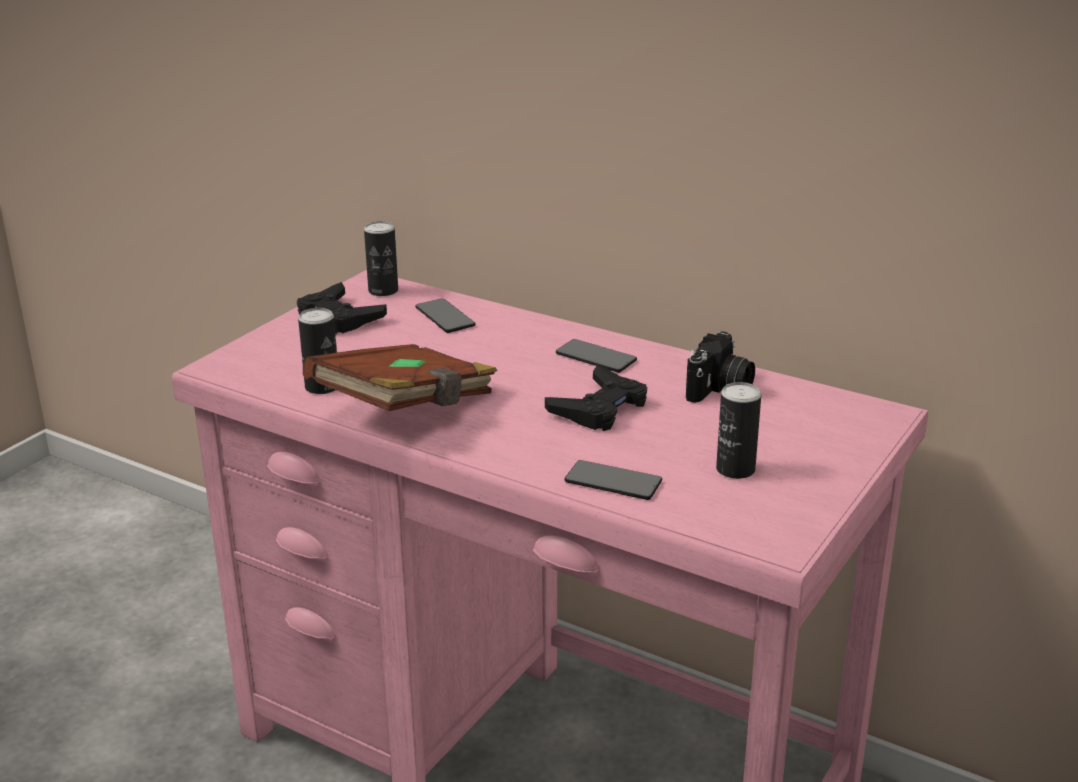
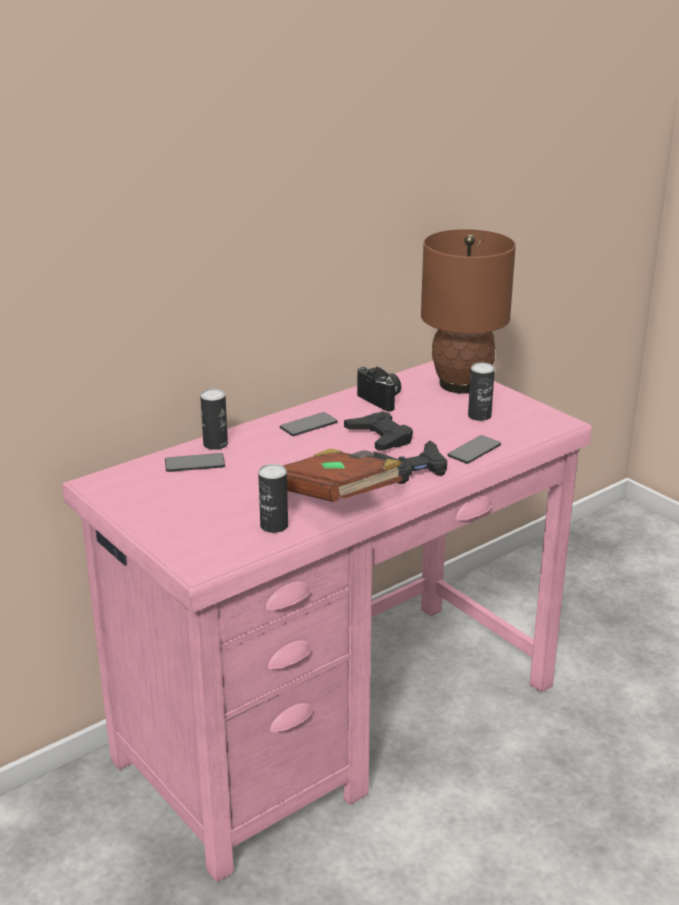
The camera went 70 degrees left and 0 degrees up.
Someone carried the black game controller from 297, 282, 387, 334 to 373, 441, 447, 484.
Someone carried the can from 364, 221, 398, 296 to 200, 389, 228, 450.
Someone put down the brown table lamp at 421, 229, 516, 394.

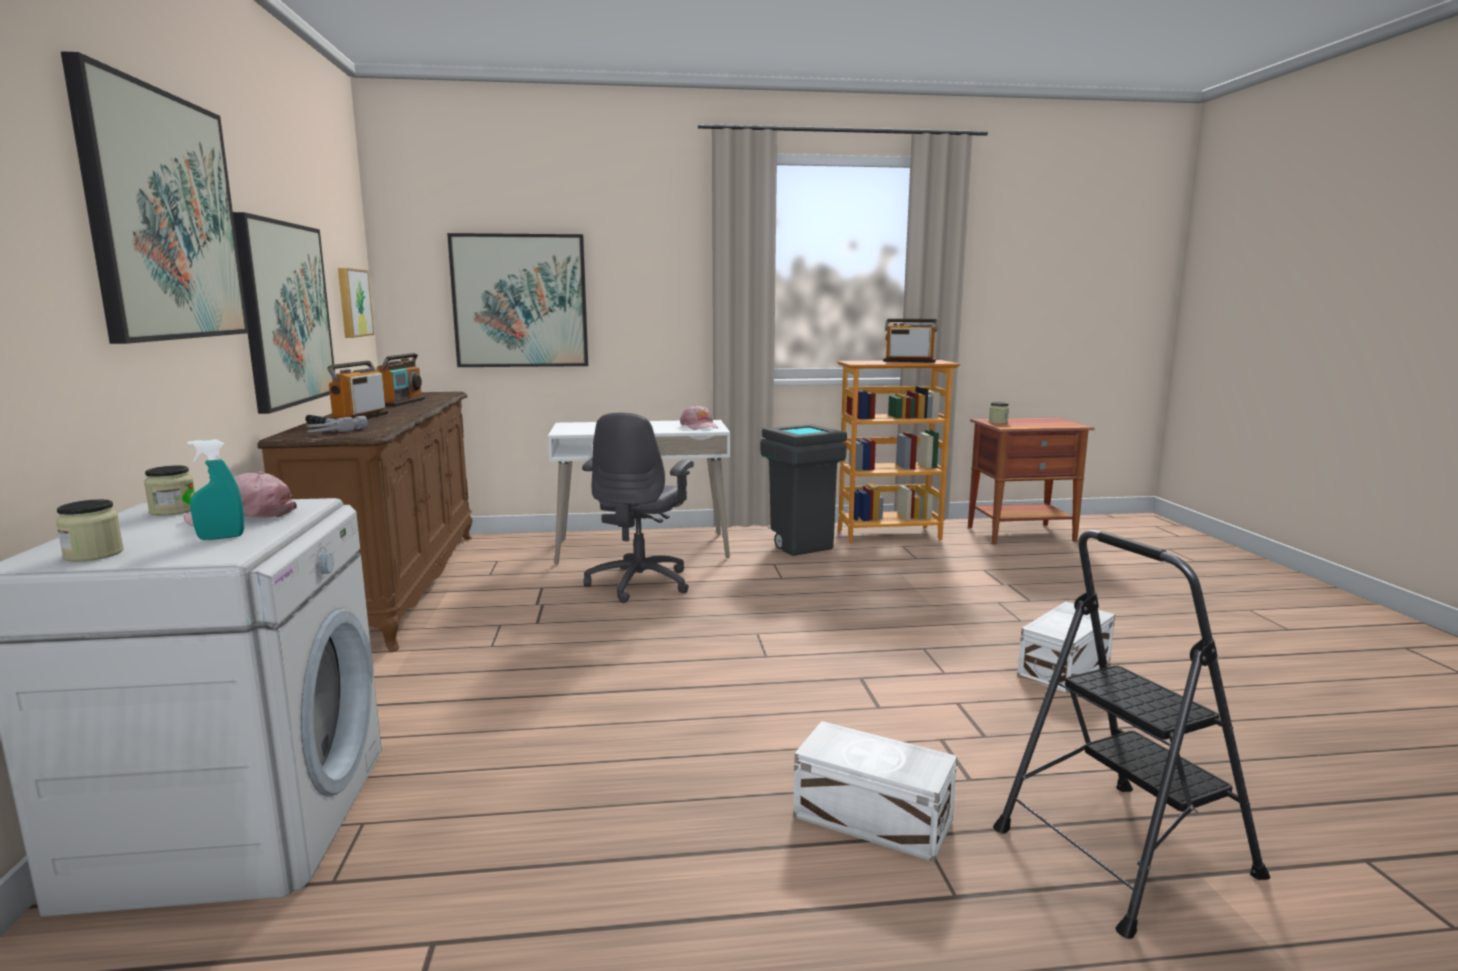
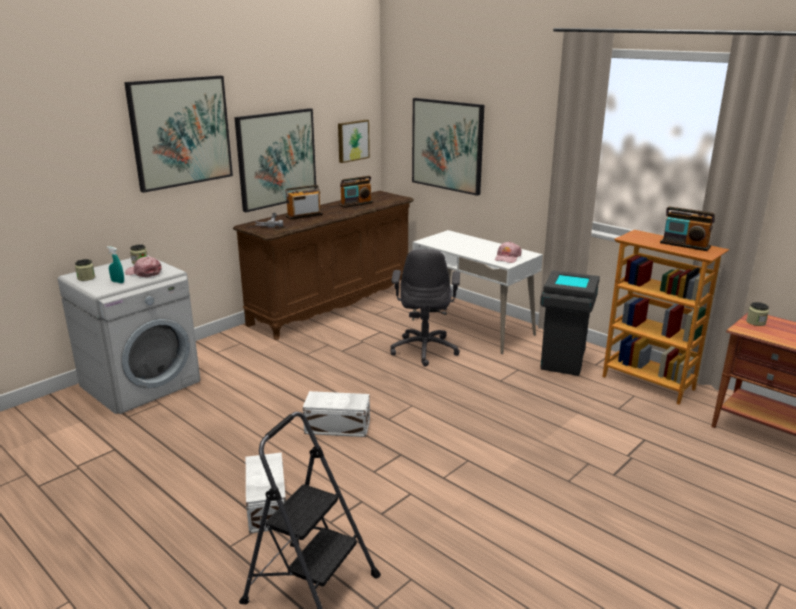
The camera went 50 degrees right and 10 degrees up.
Someone rotated the grey office chair at 582, 413, 694, 603 by 60 degrees counterclockwise.
Someone rotated the radio at 883, 319, 938, 363 by 150 degrees clockwise.
Someone carried the white storage box from 1017, 602, 1115, 694 to 303, 391, 370, 437.

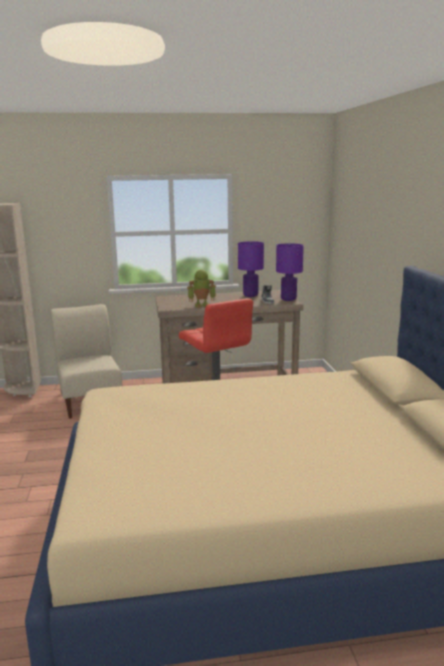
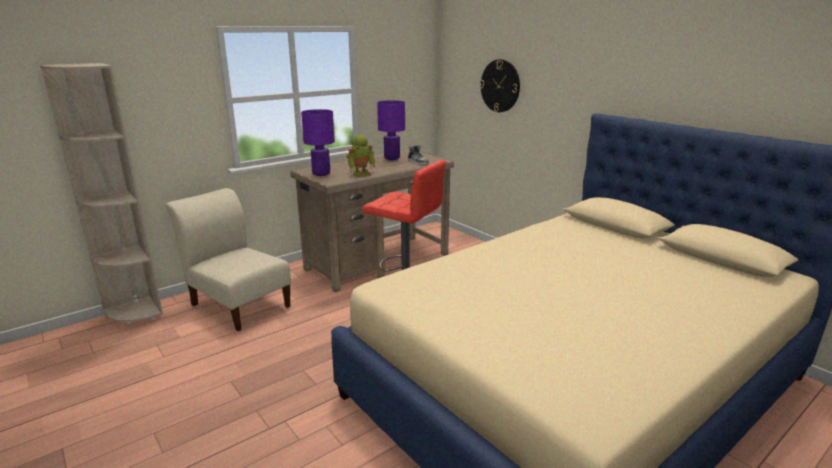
The camera went 30 degrees left and 5 degrees up.
Someone carried the purple table lamp from 276, 243, 304, 301 to 301, 109, 335, 176.
Someone put up the wall clock at 480, 59, 520, 112.

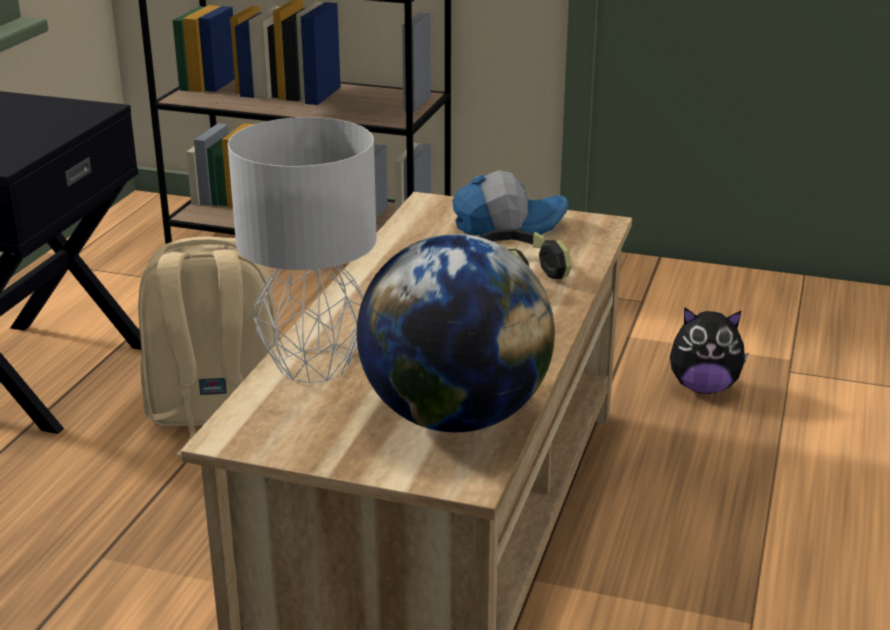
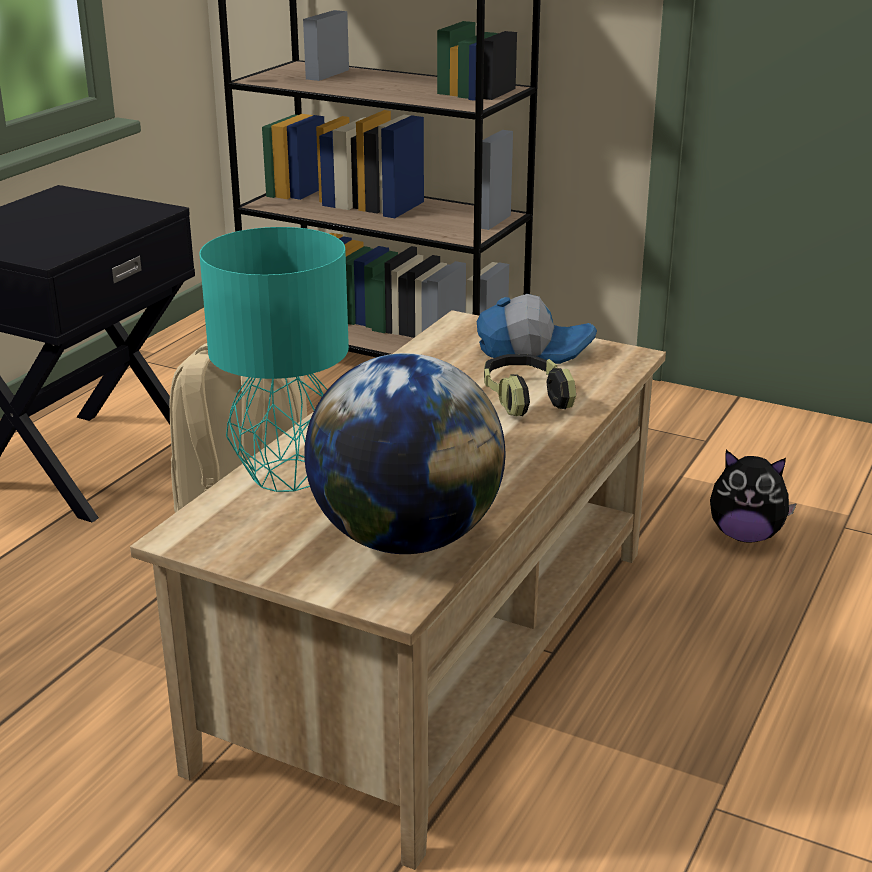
The camera went 10 degrees right and 0 degrees up.
Someone repainted the grey table lamp at 228, 117, 376, 383, which became the turquoise table lamp at 199, 227, 349, 492.

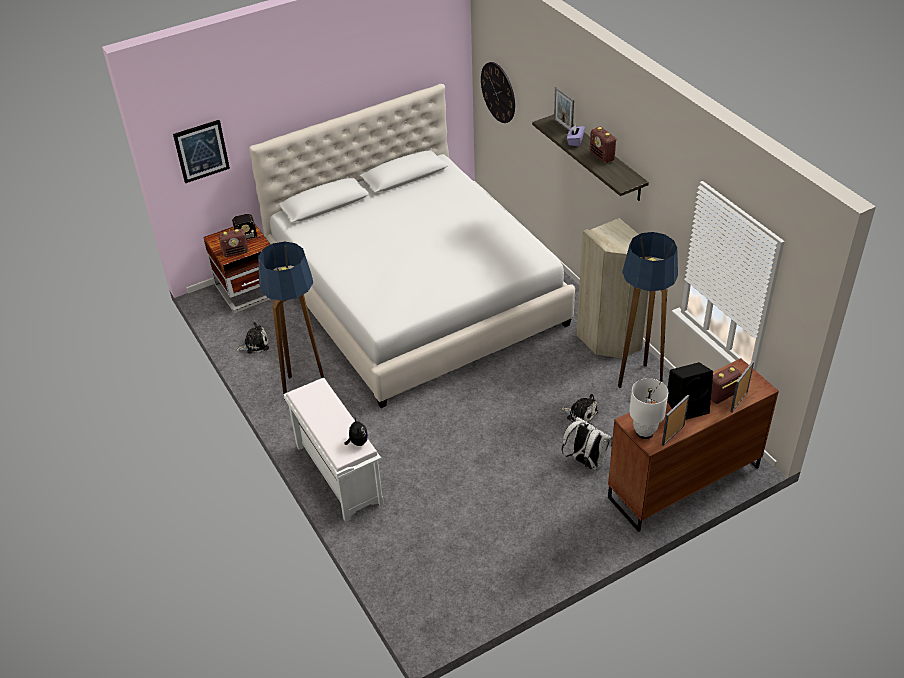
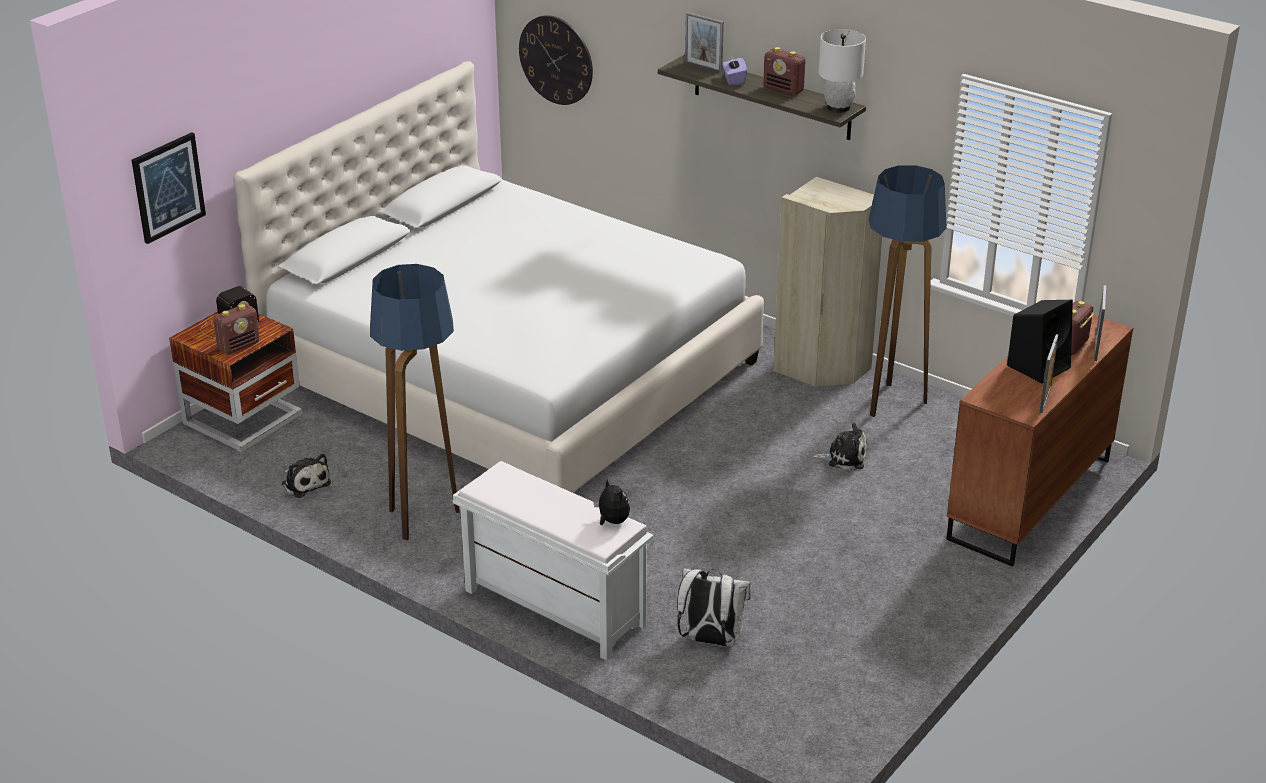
The camera went 25 degrees left and 10 degrees down.
Someone rotated the plush toy at 236, 322, 269, 354 by 90 degrees clockwise.
Someone carried the white backpack from 562, 417, 612, 470 to 677, 568, 751, 647.
Someone carried the white table lamp from 629, 378, 668, 439 to 819, 29, 866, 112.

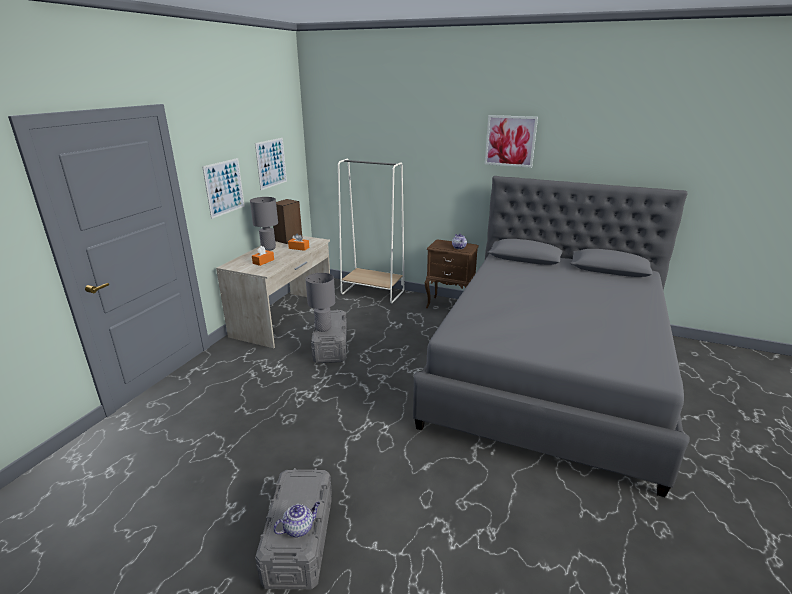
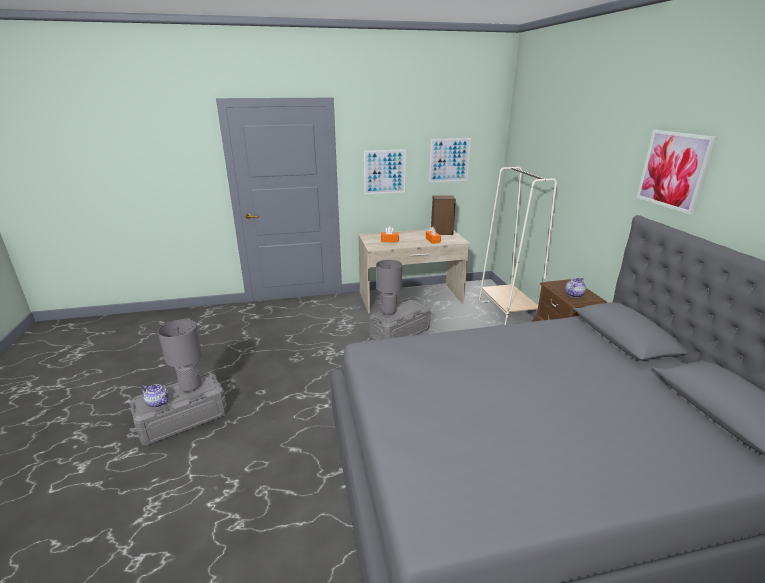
The camera went 55 degrees right and 0 degrees up.
Someone carried the grey table lamp from 250, 197, 278, 251 to 158, 319, 202, 392.

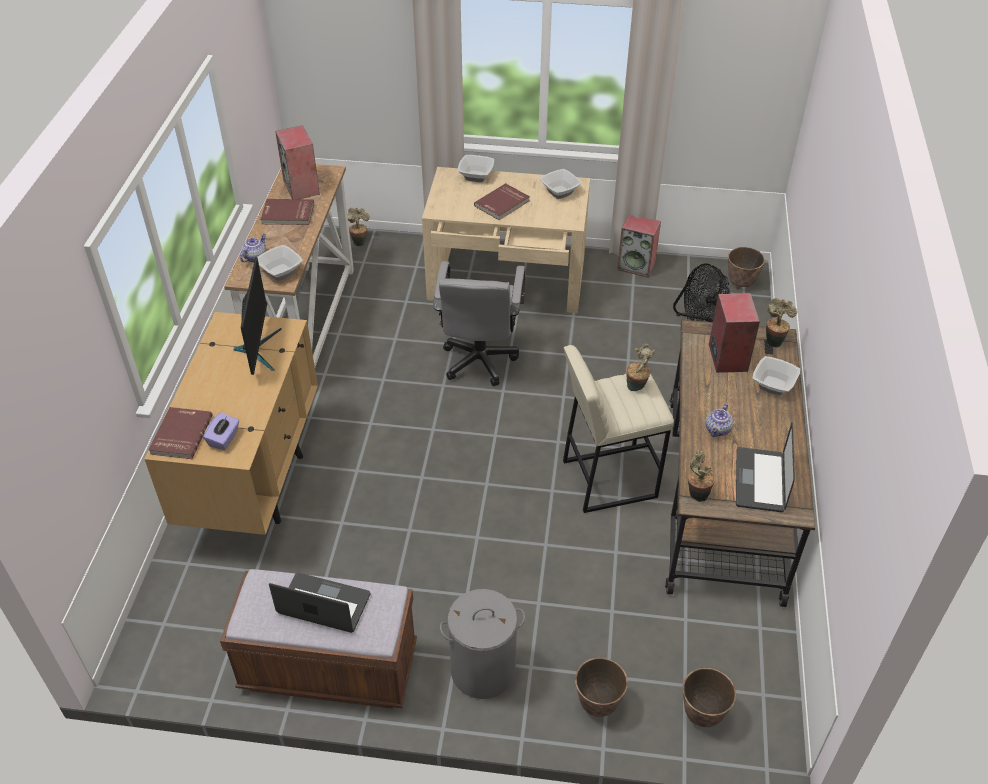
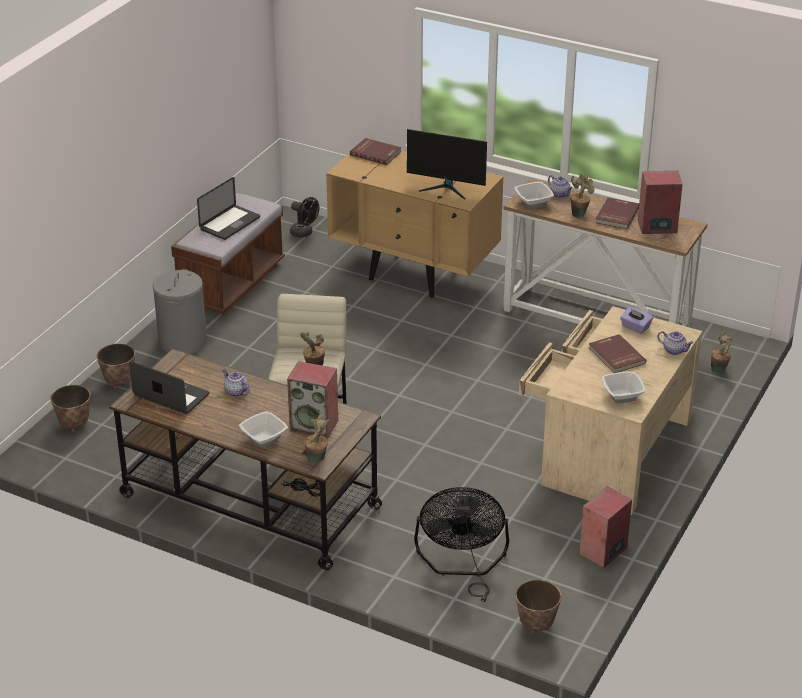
The camera went 110 degrees right and 10 degrees down.
Someone carried the purple tissue box from 203, 412, 239, 450 to 620, 307, 653, 334.
Someone took away the grey office chair at 434, 261, 525, 386.
Someone swapped the bowl at 458, 155, 494, 182 for the teapot at 657, 331, 694, 355.
Someone carried the potted plant from 688, 450, 715, 502 to 571, 174, 595, 218.
Someone put down the black fan at 290, 197, 319, 238.

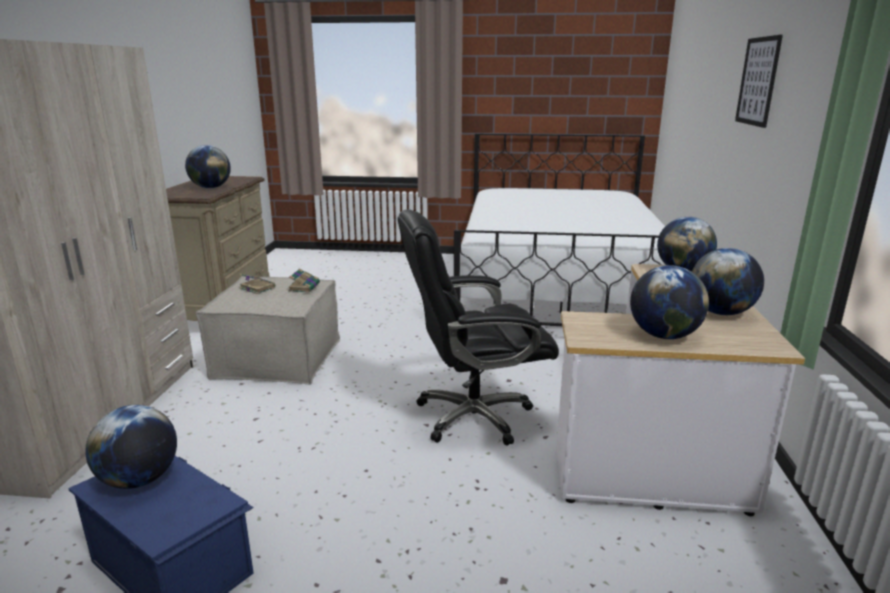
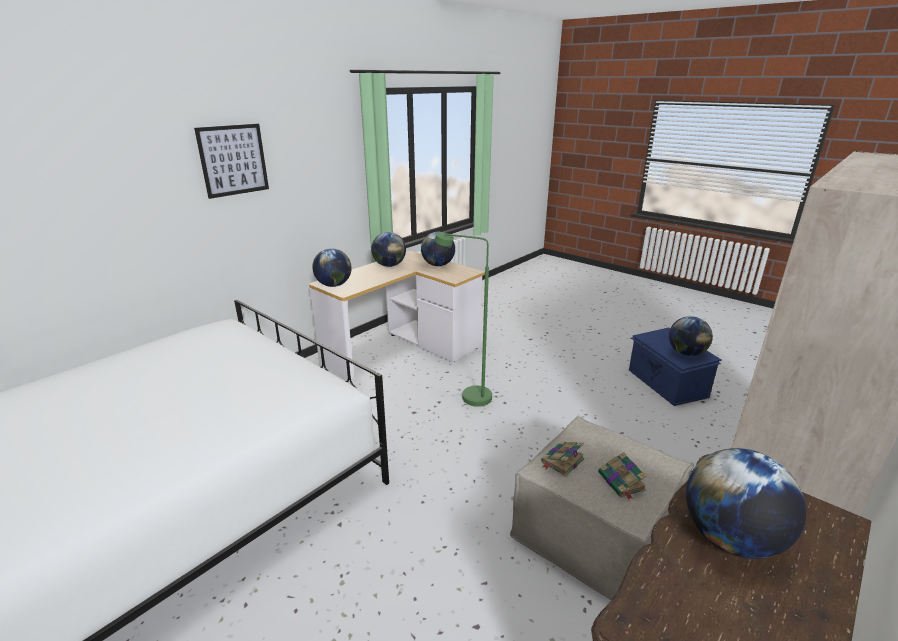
The camera went 145 degrees left and 5 degrees up.
Someone swapped the black office chair at 398, 210, 559, 446 for the green floor lamp at 435, 232, 492, 407.

